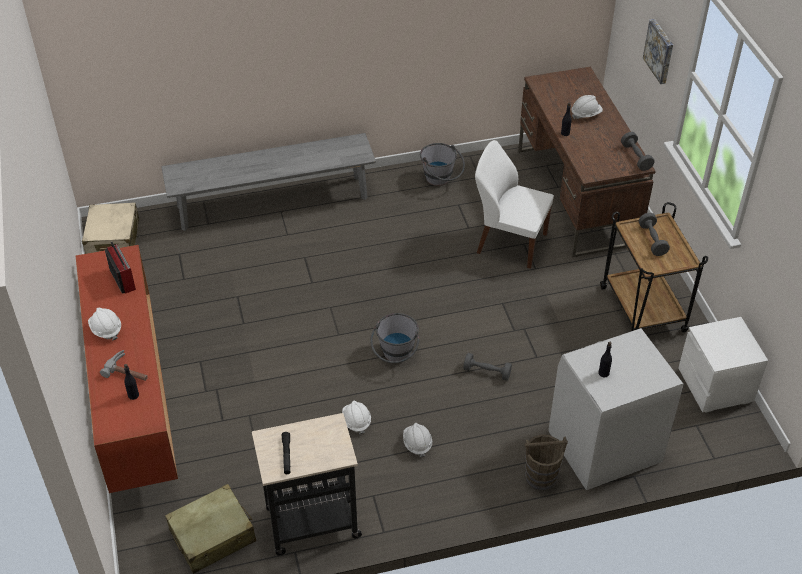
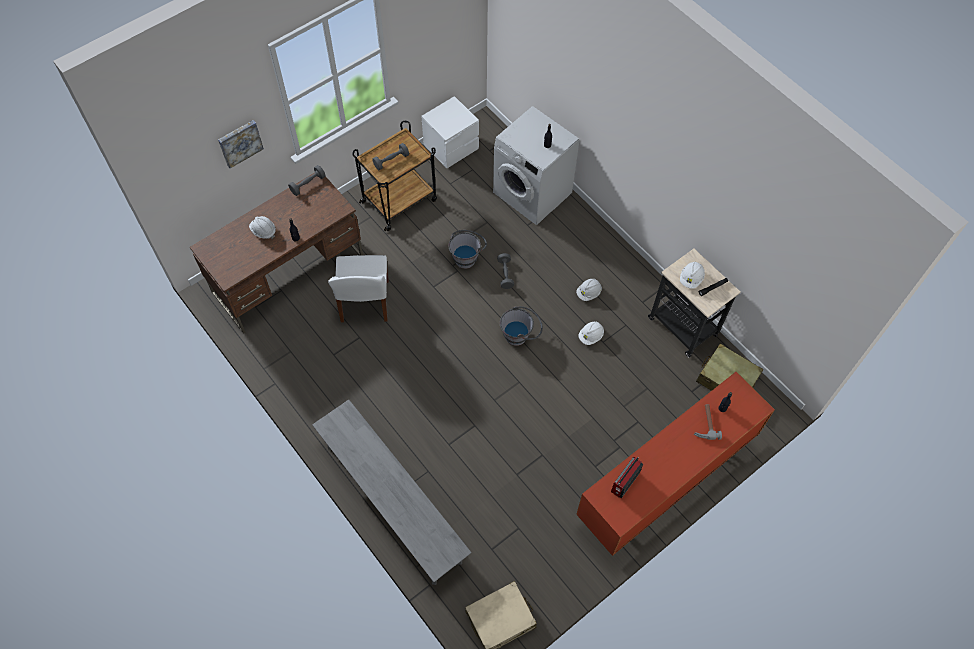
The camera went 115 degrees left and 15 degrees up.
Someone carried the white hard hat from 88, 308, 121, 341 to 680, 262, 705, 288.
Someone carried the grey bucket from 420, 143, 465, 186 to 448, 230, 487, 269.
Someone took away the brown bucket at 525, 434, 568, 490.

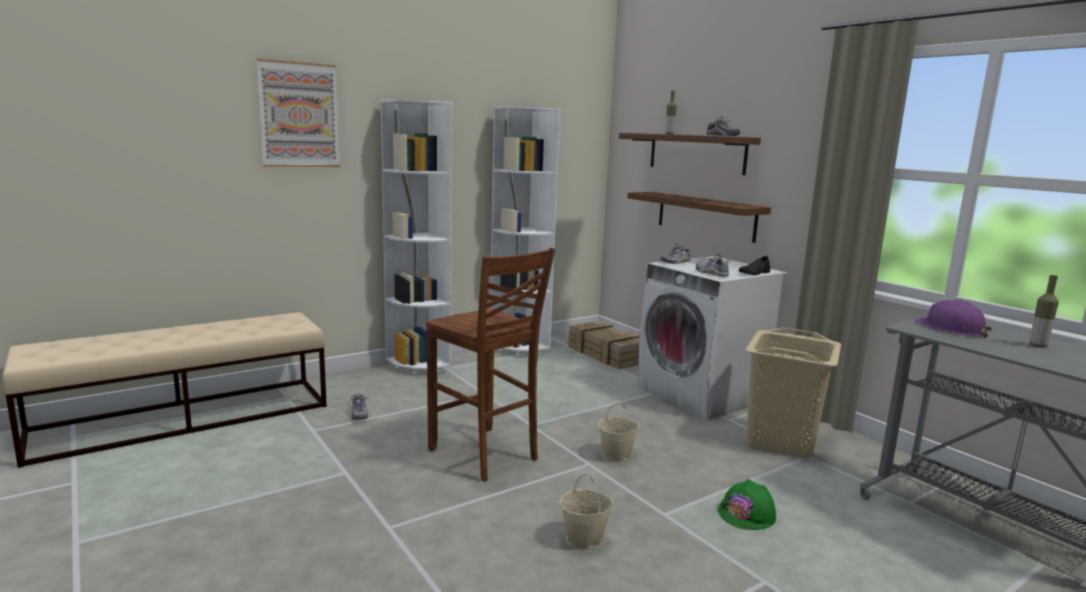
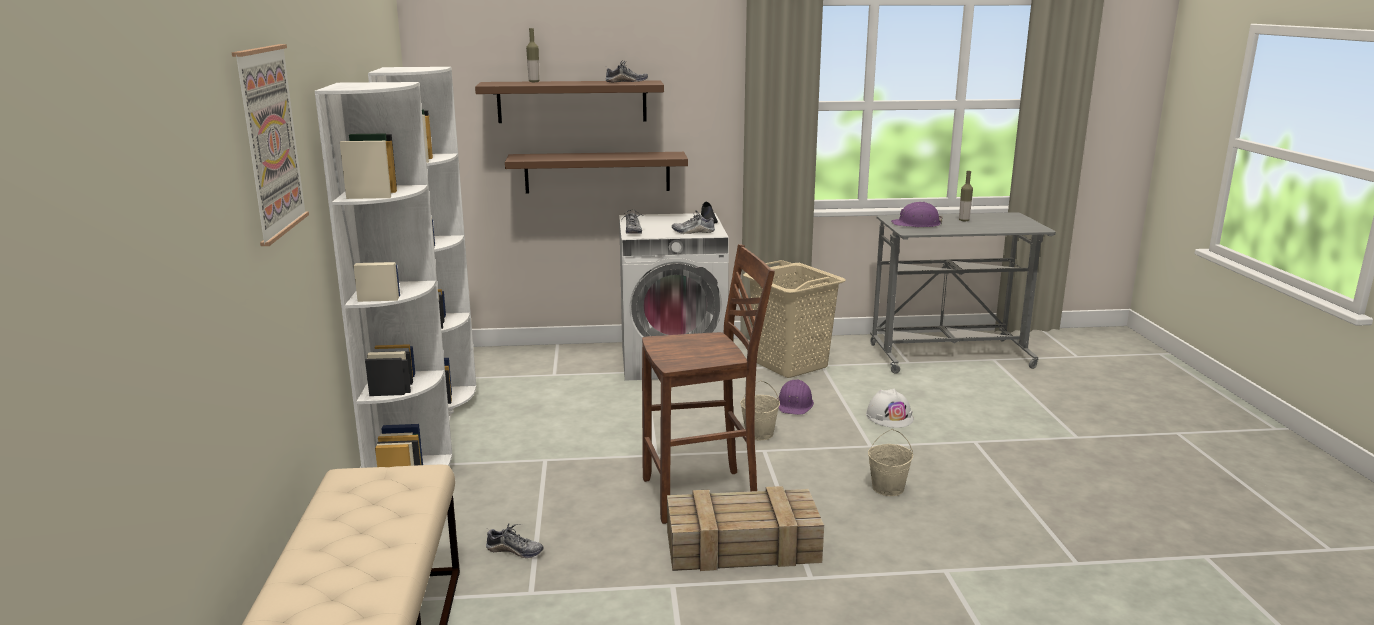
The camera went 60 degrees left and 5 degrees up.
Someone carried the crate from 568, 321, 639, 370 to 667, 486, 824, 571.
Someone repainted the green hard hat at 718, 479, 776, 530, which became the white hard hat at 866, 388, 914, 428.
Someone put down the purple hard hat at 778, 380, 814, 415.

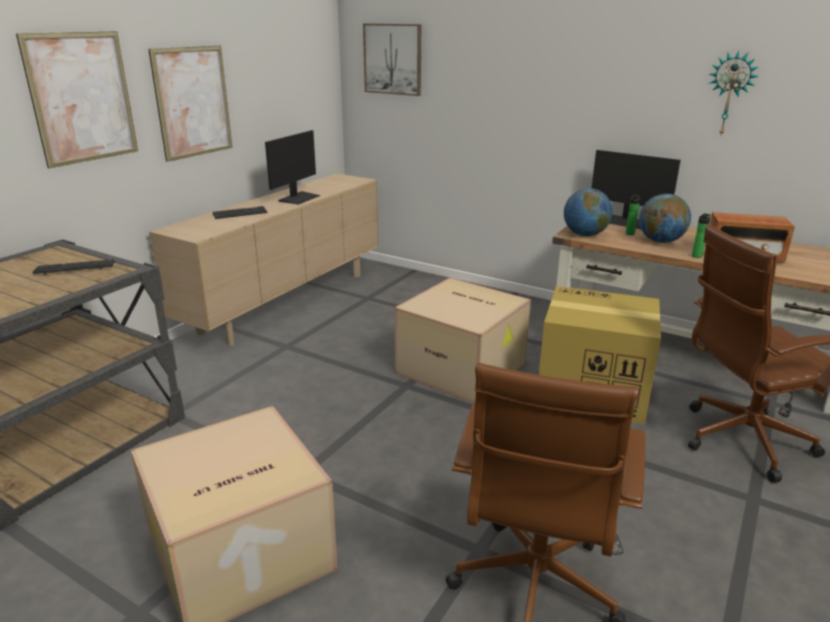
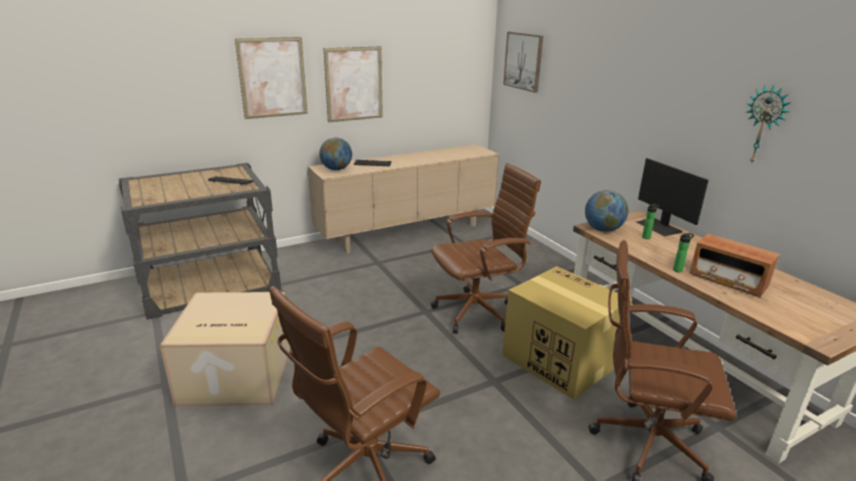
The camera went 30 degrees right and 0 degrees up.
Someone took away the monitor at 265, 130, 321, 205.
Someone swapped the cardboard box at 395, 278, 531, 403 for the brown office chair at 431, 163, 541, 334.
Someone carried the globe from 639, 194, 691, 243 to 319, 137, 352, 170.

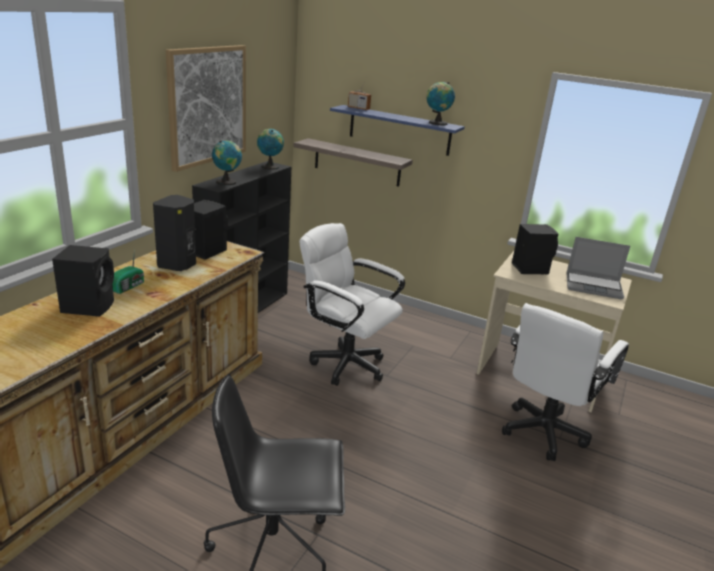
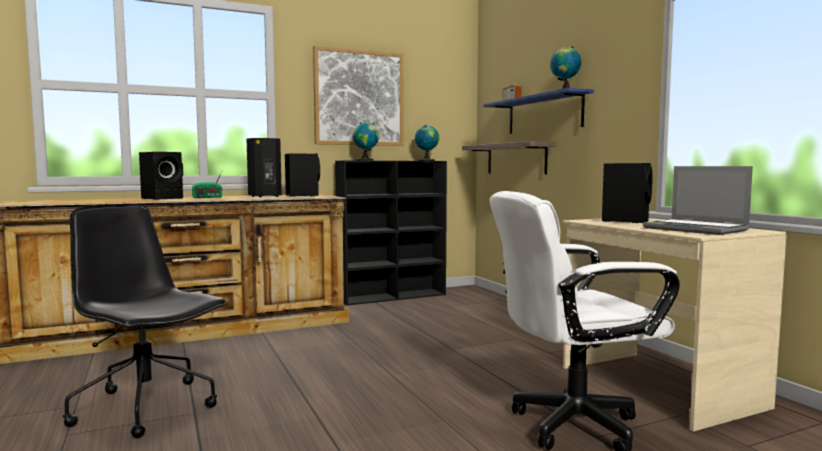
The camera went 40 degrees right and 20 degrees down.
Someone took away the white office chair at 299, 223, 405, 386.

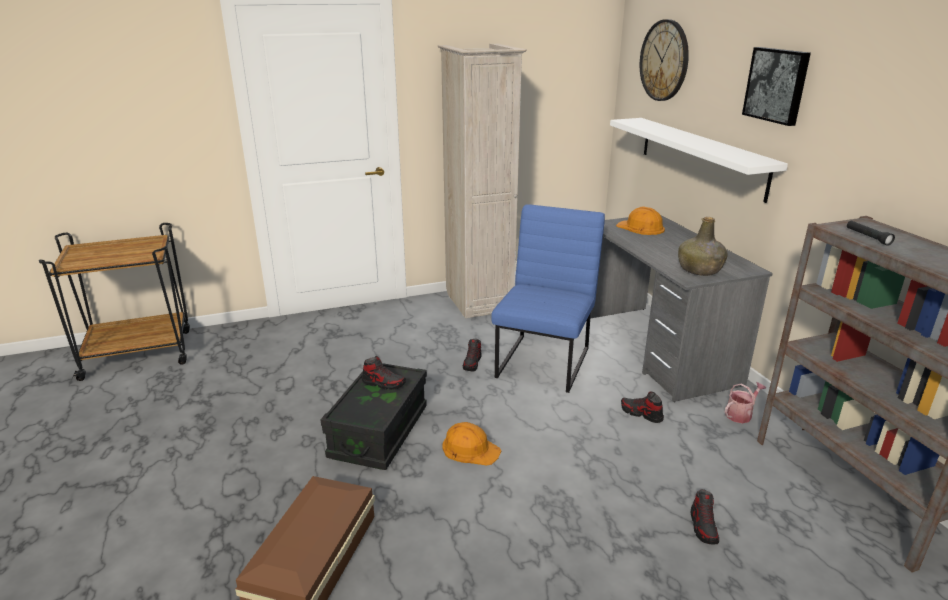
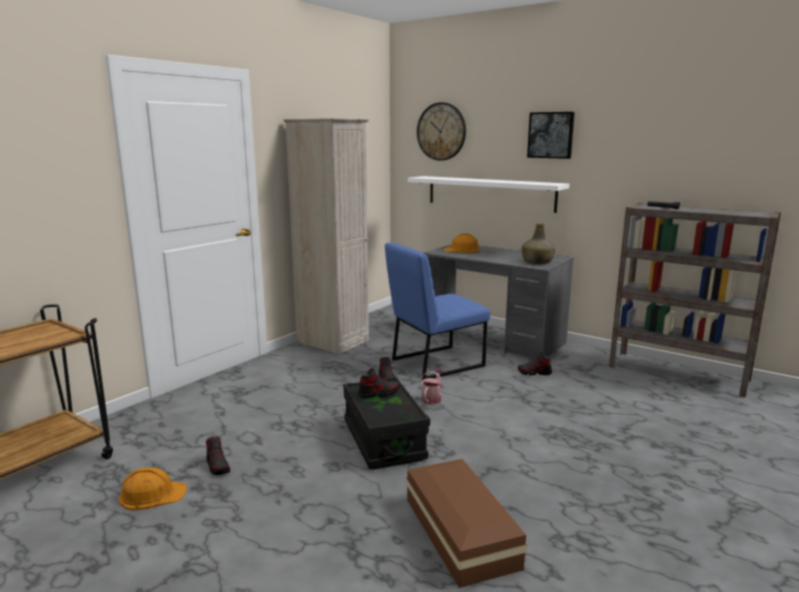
The camera went 35 degrees left and 10 degrees down.
Someone carried the orange hard hat from 442, 422, 501, 466 to 119, 467, 187, 511.
Someone rotated the blue chair at 491, 204, 605, 393 by 105 degrees counterclockwise.
Someone carried the shoe from 691, 489, 719, 545 to 206, 436, 230, 475.
Someone carried the watering can from 725, 382, 766, 423 to 421, 369, 443, 404.

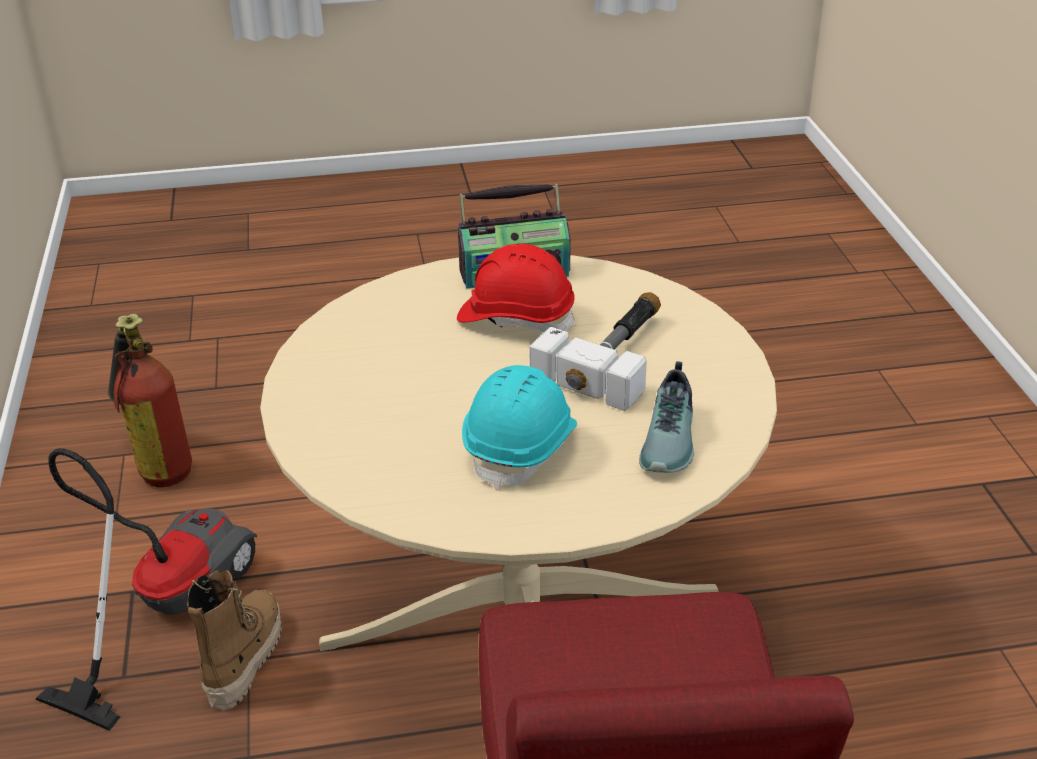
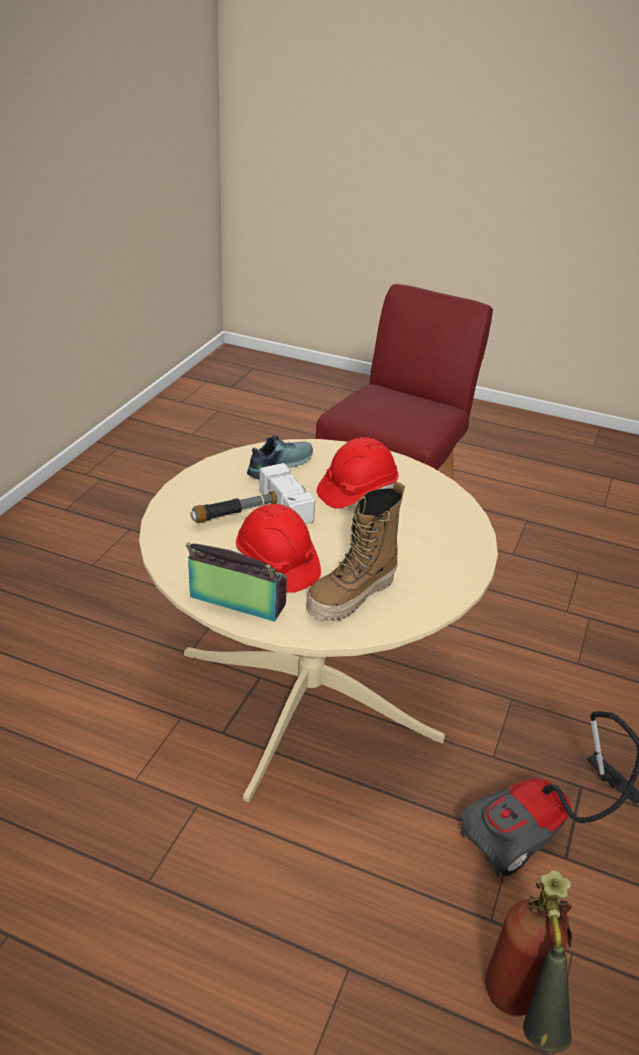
The camera went 150 degrees left and 0 degrees up.
Someone carried the boot from 187, 570, 282, 710 to 306, 481, 405, 622.
Someone repainted the turquoise hard hat at 462, 365, 577, 491, which became the red hard hat at 317, 437, 398, 509.

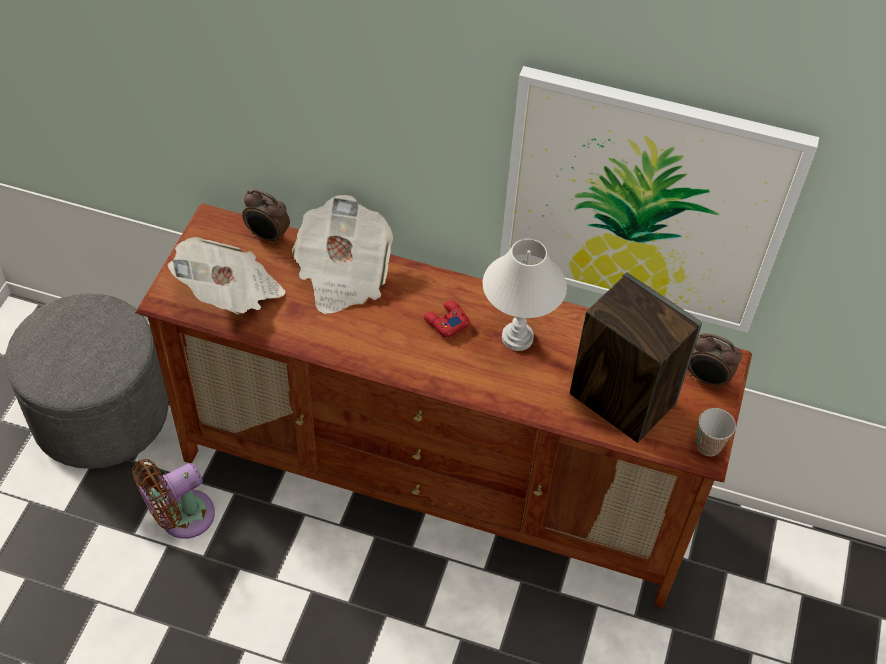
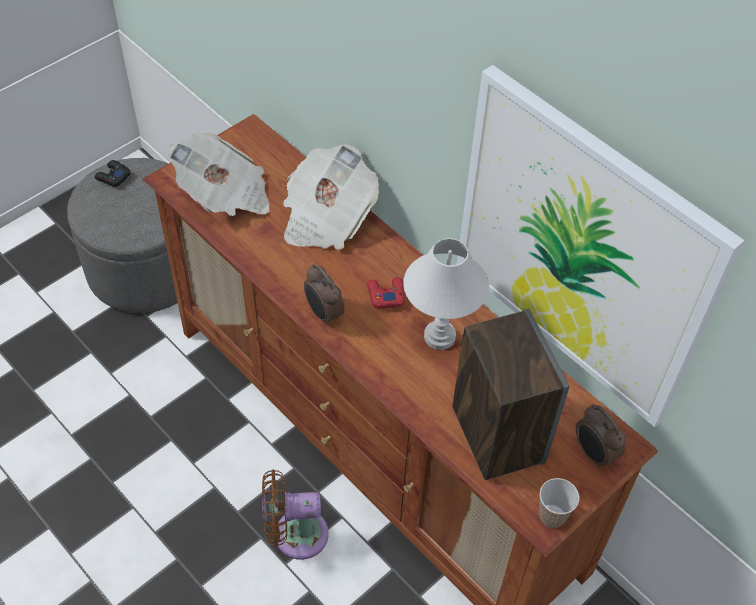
The camera went 30 degrees right and 0 degrees up.
Someone carried the brown fan from 132, 459, 215, 539 to 262, 469, 329, 560.
Someone carried the alarm clock from 242, 189, 290, 245 to 304, 264, 344, 326.
Someone put down the black game controller at 95, 160, 131, 187.

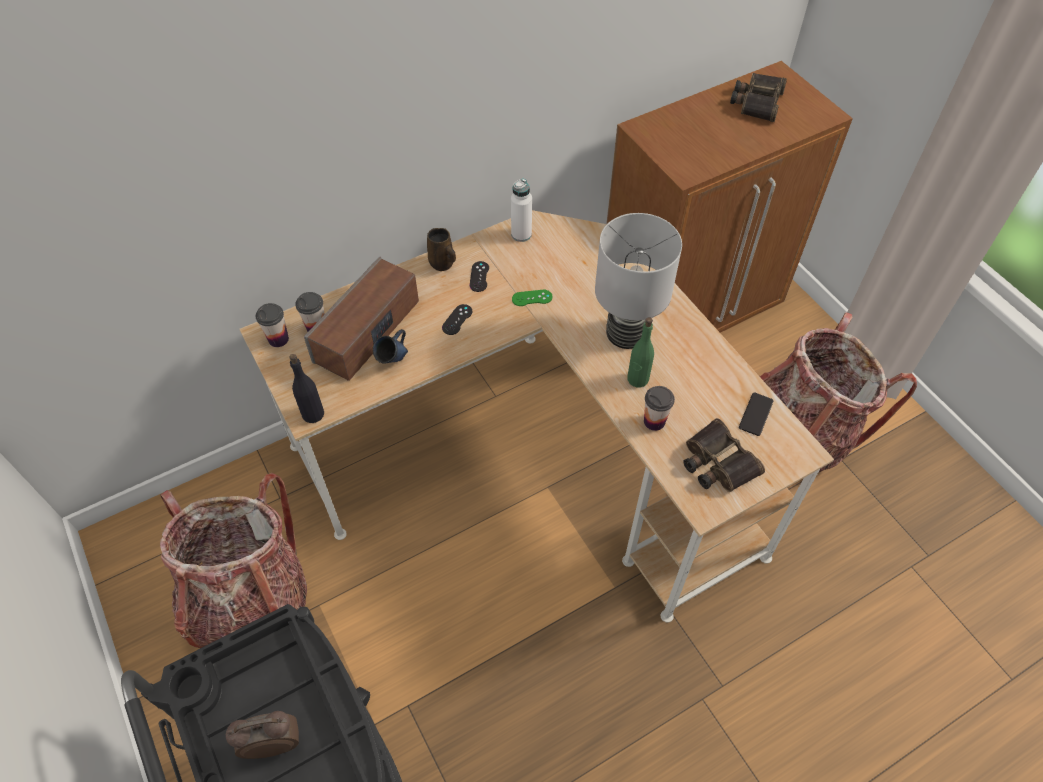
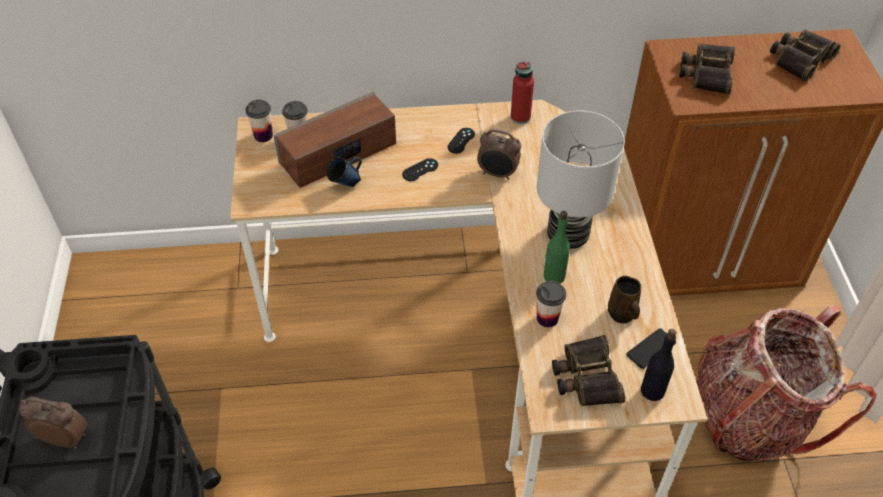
The camera went 25 degrees right and 5 degrees down.
Someone took away the backpack at 160, 473, 307, 648.
Someone carried the black bottle from 289, 354, 324, 423 to 641, 329, 676, 401.
Someone carried the brown mug from 427, 228, 456, 271 to 608, 276, 641, 323.
Someone repainted the white bottle at 511, 179, 532, 242, which became the red bottle at 510, 61, 534, 124.
Someone swapped the green game controller at 512, 290, 553, 306 for the alarm clock at 477, 129, 521, 180.
Someone put down the binoculars at 679, 43, 735, 95.

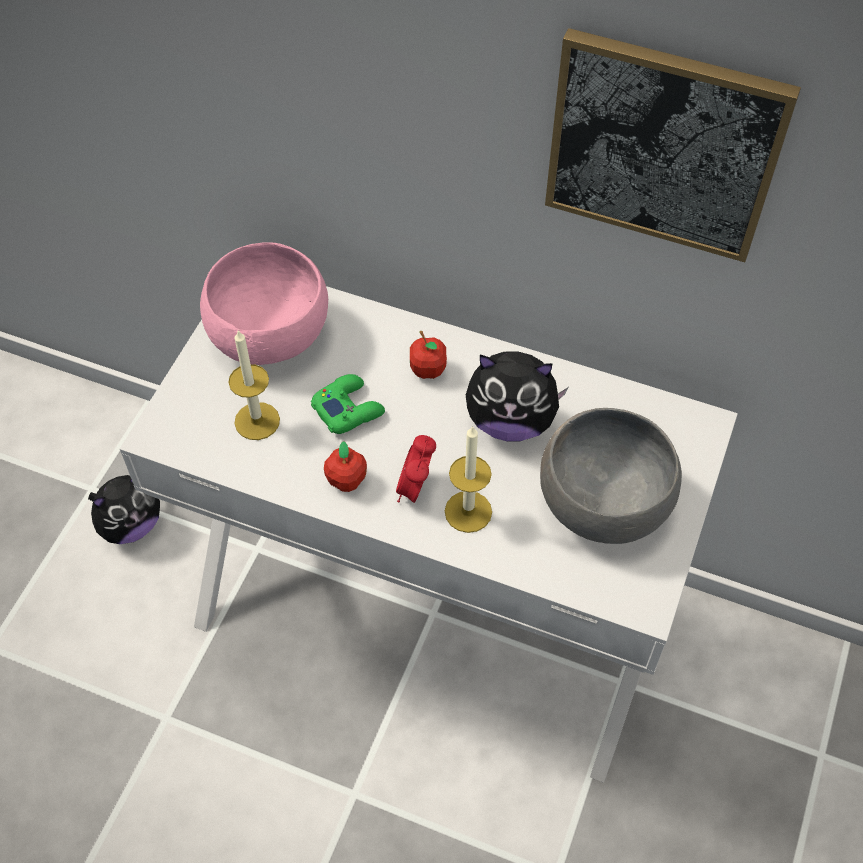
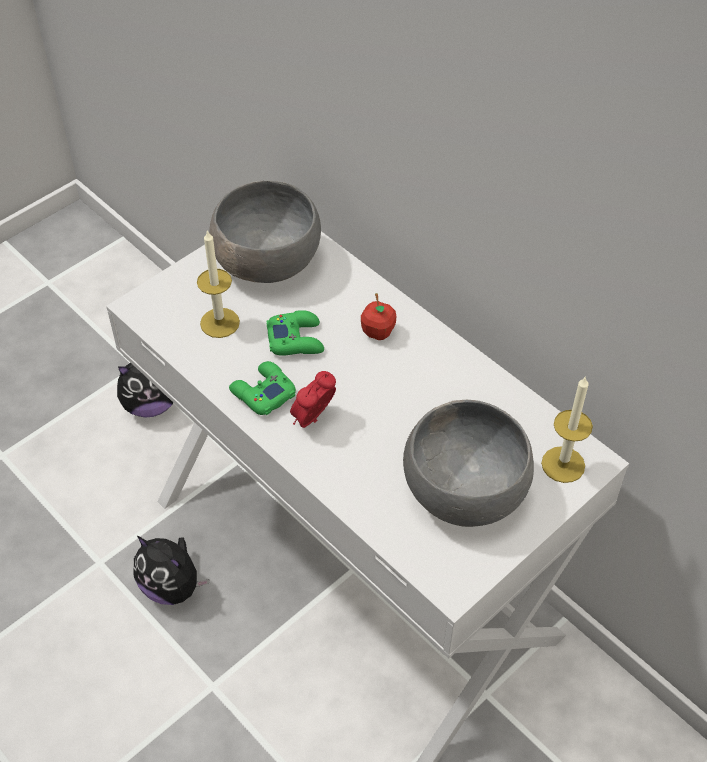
The camera went 25 degrees right and 5 degrees down.
Someone repainted the pink bowl at 200, 242, 328, 365, which became the grey bowl at 209, 180, 321, 283.
Someone swapped the apple at 324, 441, 367, 492 for the green game controller at 229, 361, 296, 416.
Someone carried the candle from 445, 426, 492, 533 to 541, 376, 593, 483.
Someone carried the plush toy from 466, 352, 569, 442 to 134, 536, 209, 605.
Someone took away the picture at 545, 28, 801, 262.

